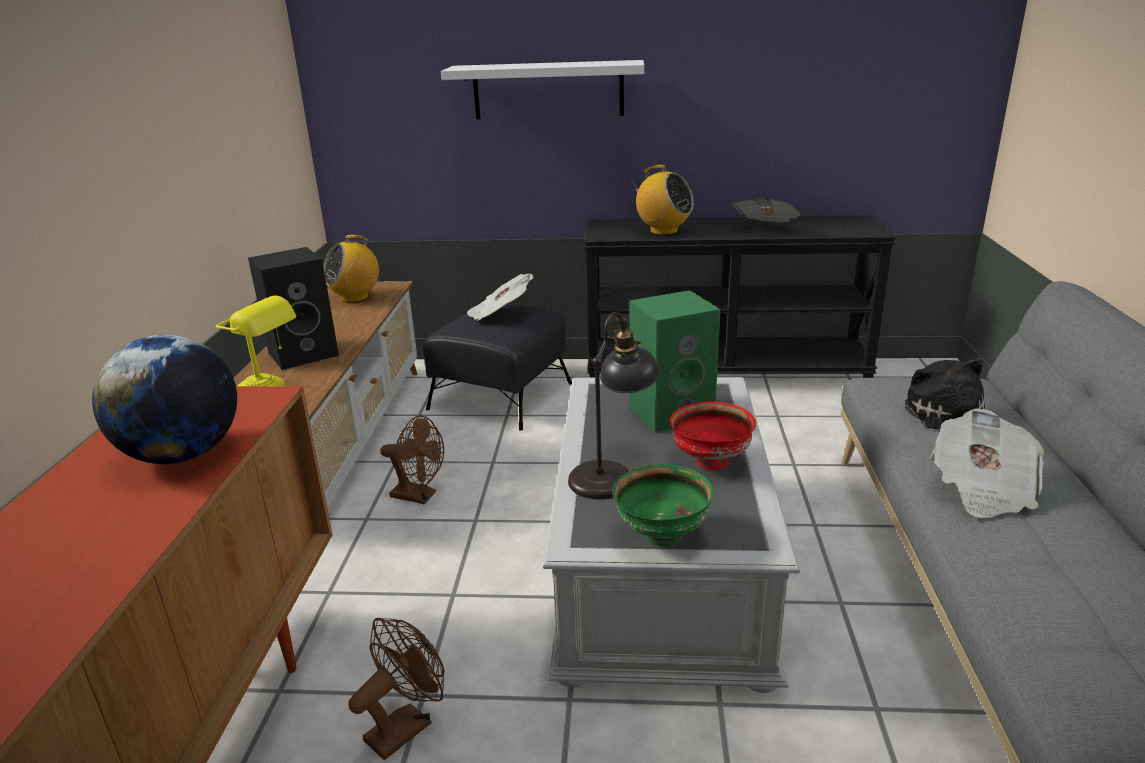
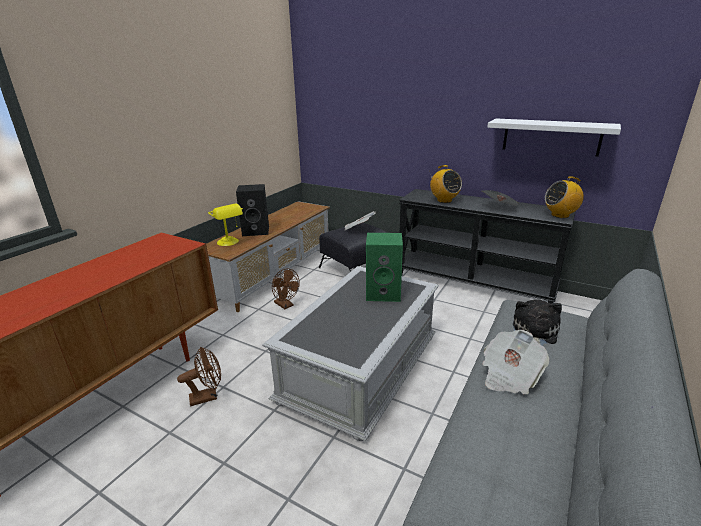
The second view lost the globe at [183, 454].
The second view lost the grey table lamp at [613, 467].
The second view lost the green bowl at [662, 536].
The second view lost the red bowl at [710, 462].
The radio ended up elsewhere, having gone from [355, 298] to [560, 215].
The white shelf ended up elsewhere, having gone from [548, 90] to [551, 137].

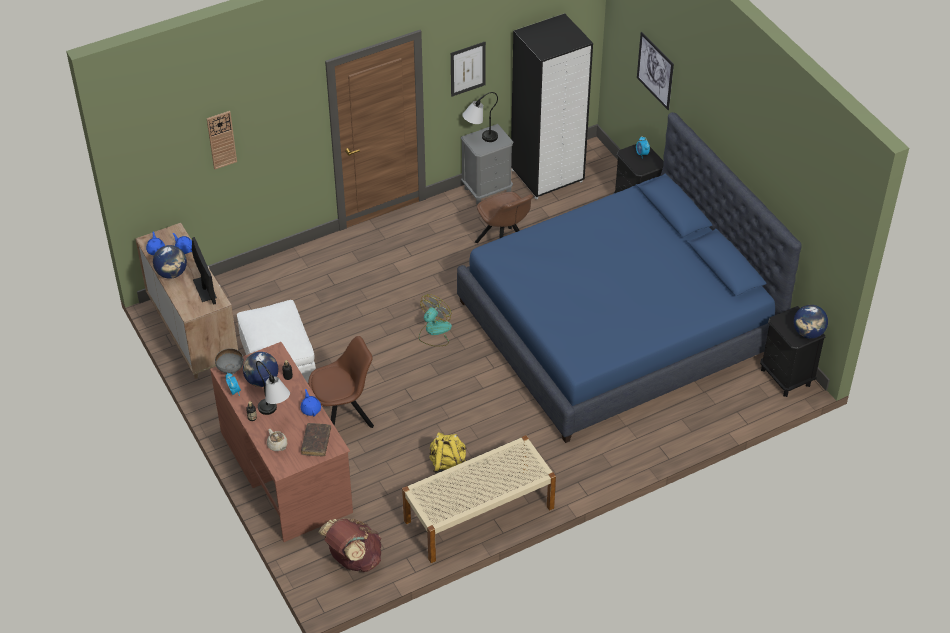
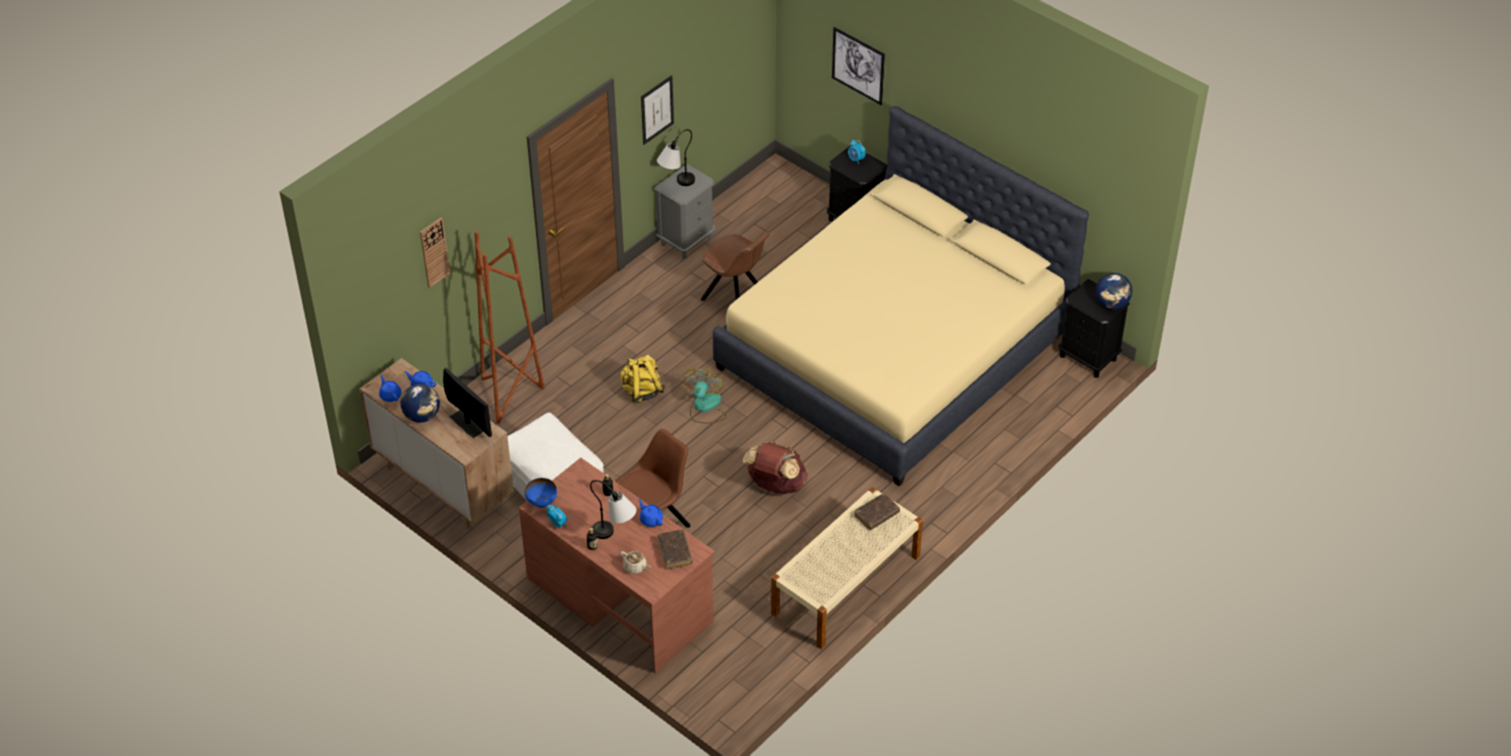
The second view lost the globe at [262, 381].
The second view lost the wardrobe at [547, 176].
The second view gained the brown clothes rack at [508, 396].
The second view gained the brown book at [876, 515].
The brown backpack ended up elsewhere, having gone from [353, 559] to [775, 485].
The yellow backpack ended up elsewhere, having gone from [448, 464] to [642, 391].
What was the grey bowl at [231, 370] turned into the blue bowl at [542, 502].
What was the blue bed at [618, 325] turned into the beige bed at [895, 349].

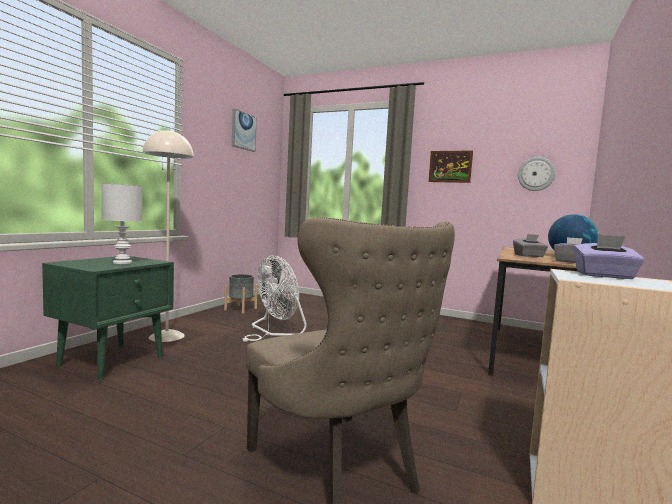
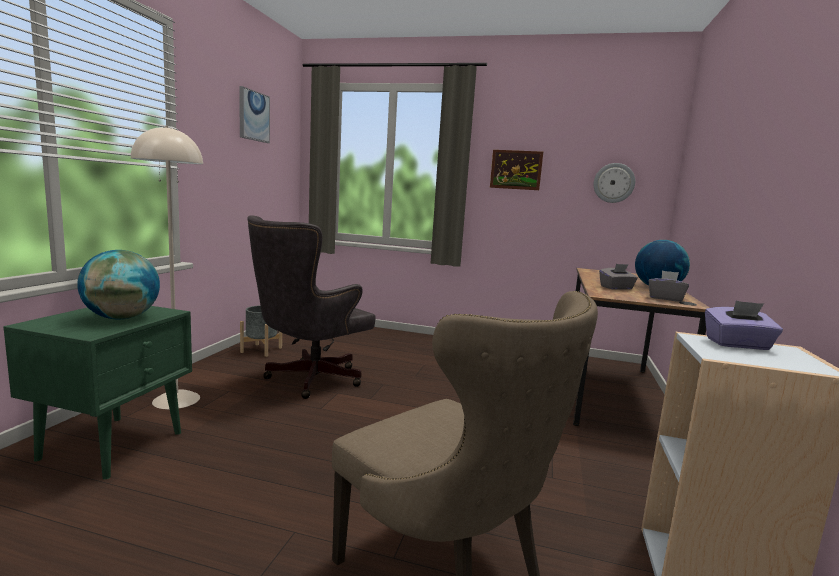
Where the white table lamp stood at [123, 262], the globe came to stand at [122, 318].
Where the white fan stood at [270, 330], the grey office chair came to stand at [309, 380].

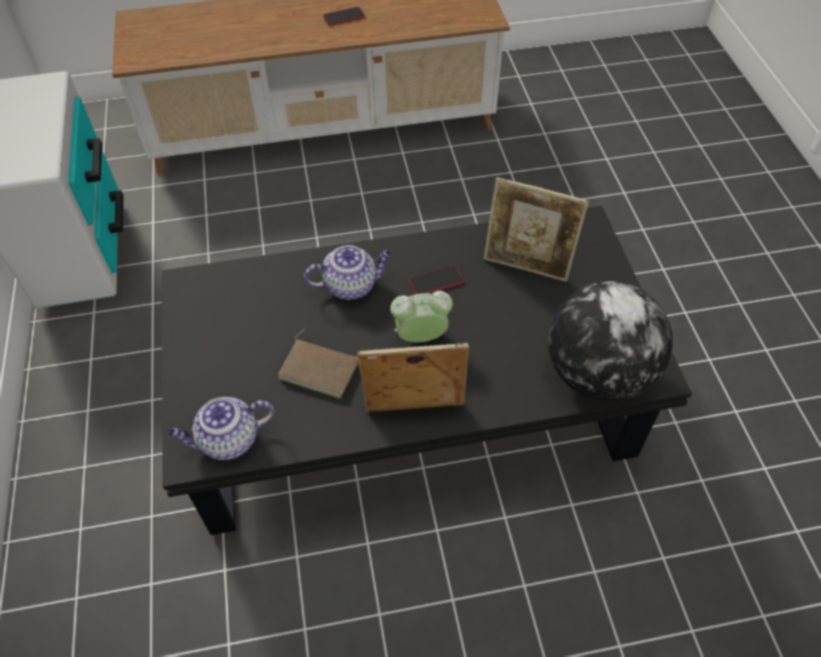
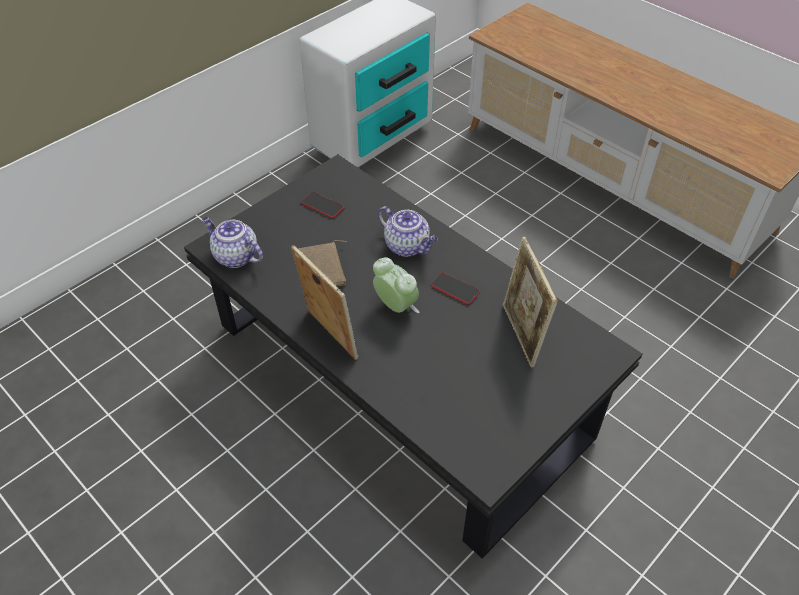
The second view lost the globe at [597, 373].
The phone ended up elsewhere, having gone from [344, 17] to [322, 205].

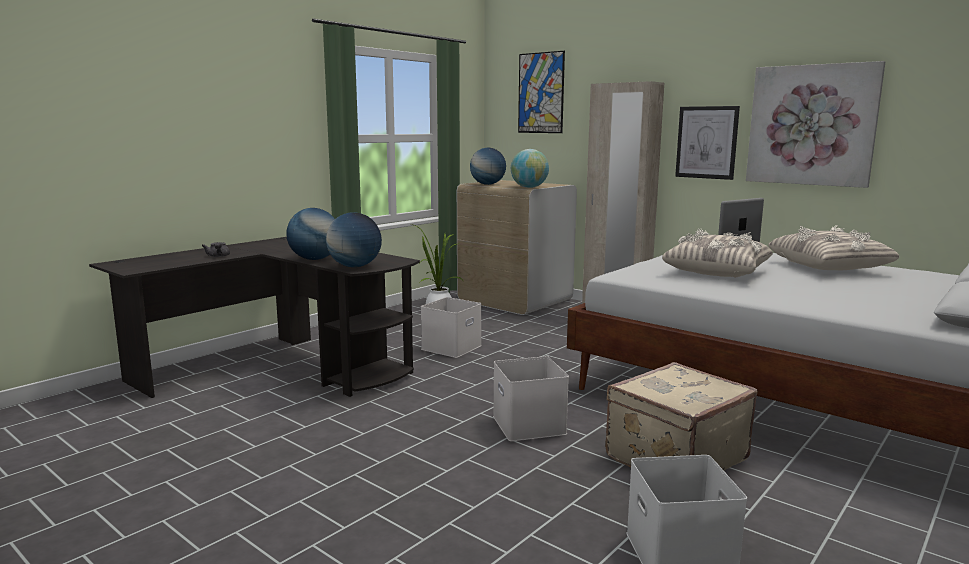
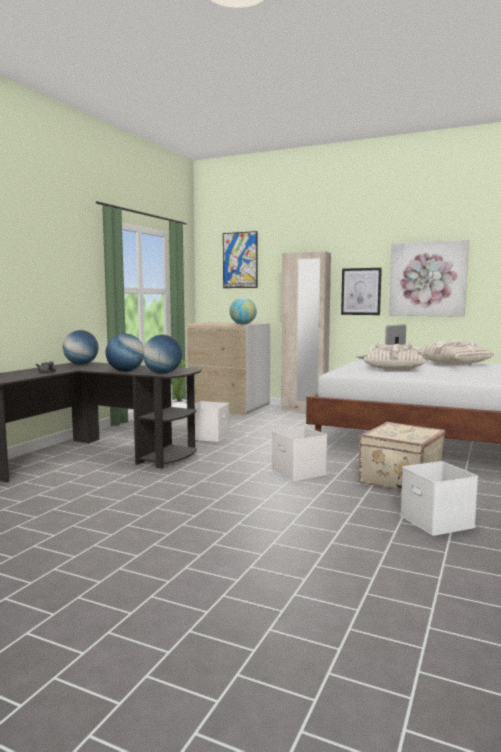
The globe ended up elsewhere, having gone from [487, 184] to [81, 364].

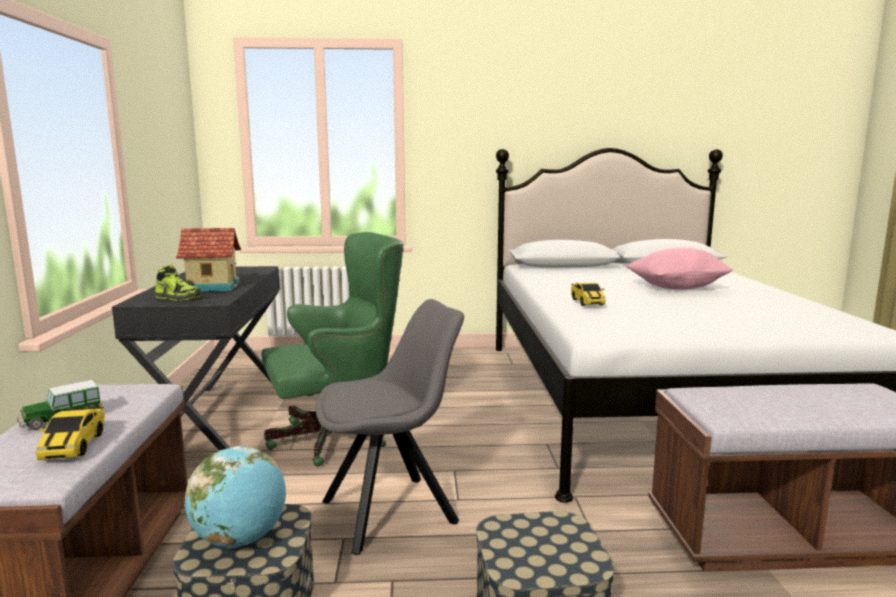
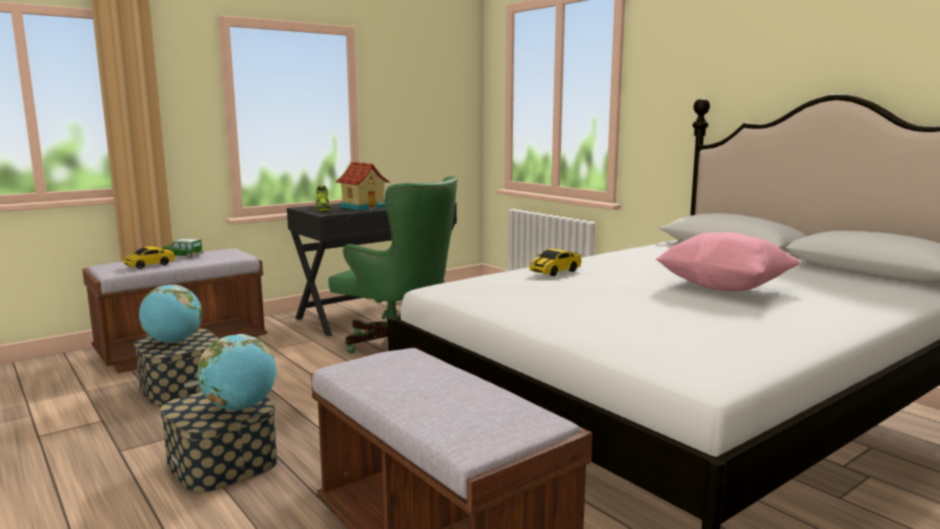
The second view lost the grey chair at [390, 512].
The second view gained the globe at [240, 407].

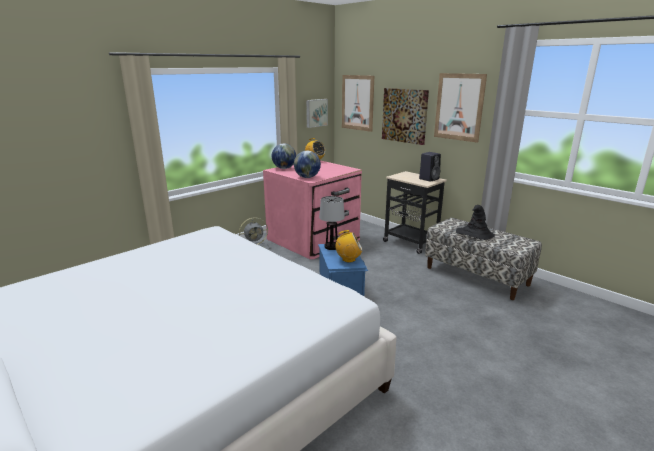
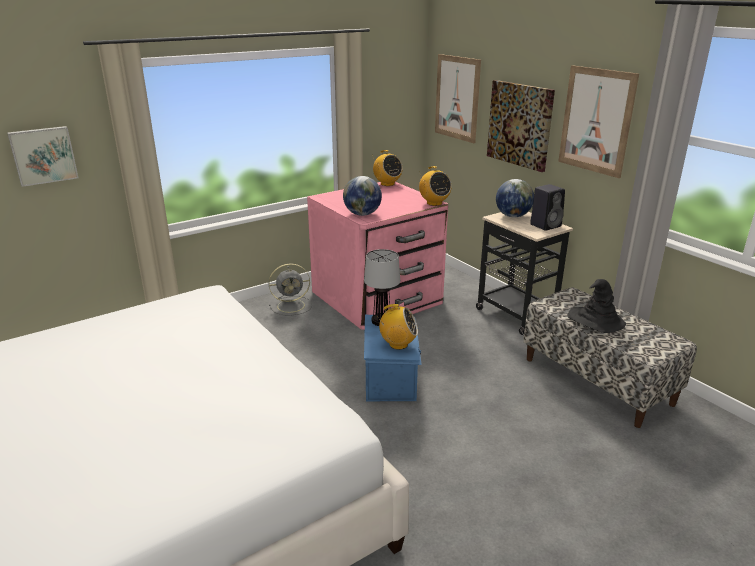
The second view gained the radio at [434, 203].
The globe ended up elsewhere, having gone from [284, 168] to [513, 216].
The picture ended up elsewhere, having gone from [316, 113] to [43, 155].

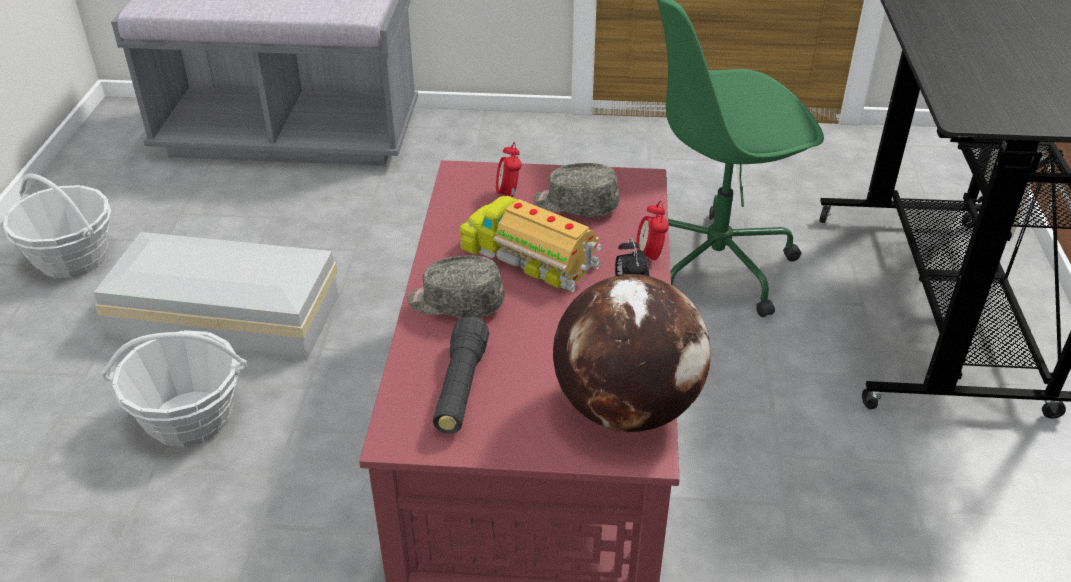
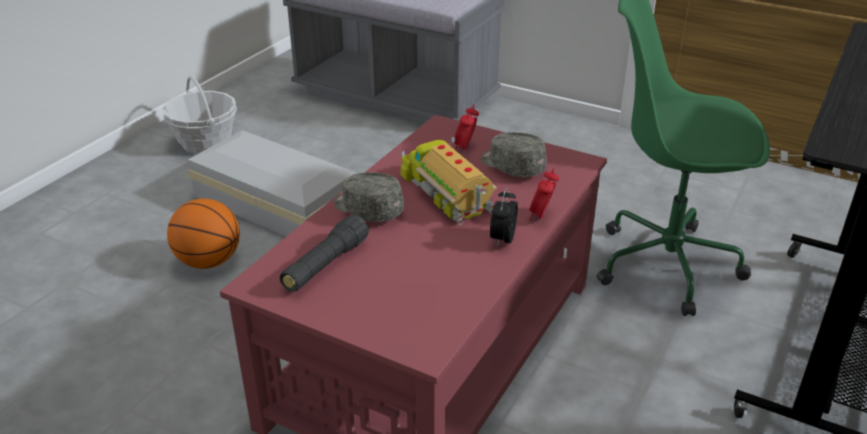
The second view lost the globe at [626, 408].
Where the basket stood at [190, 418], the basketball came to stand at [209, 261].

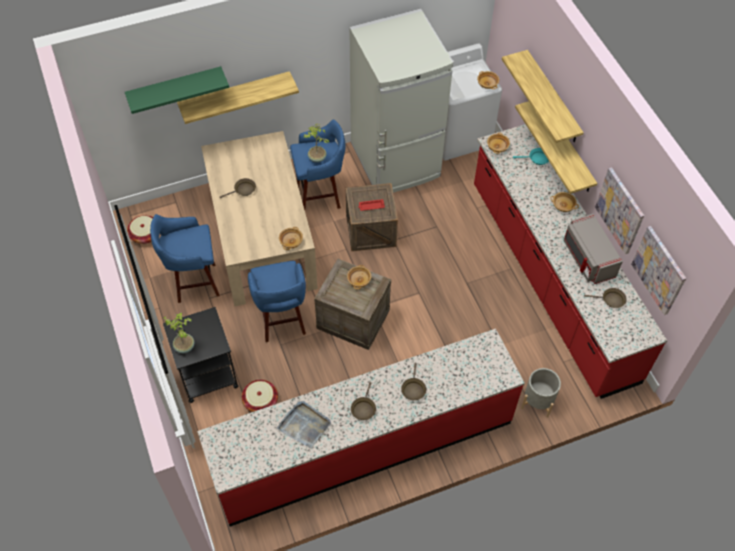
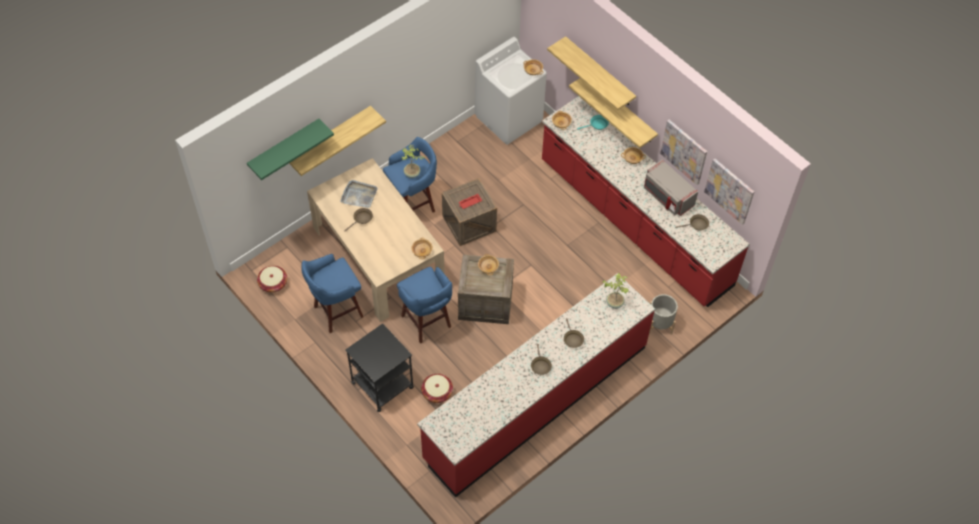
The second view lost the white fridge at [395, 160].
The potted plant ended up elsewhere, having gone from [184, 346] to [614, 303].
The grey tray ended up elsewhere, having gone from [304, 425] to [359, 195].

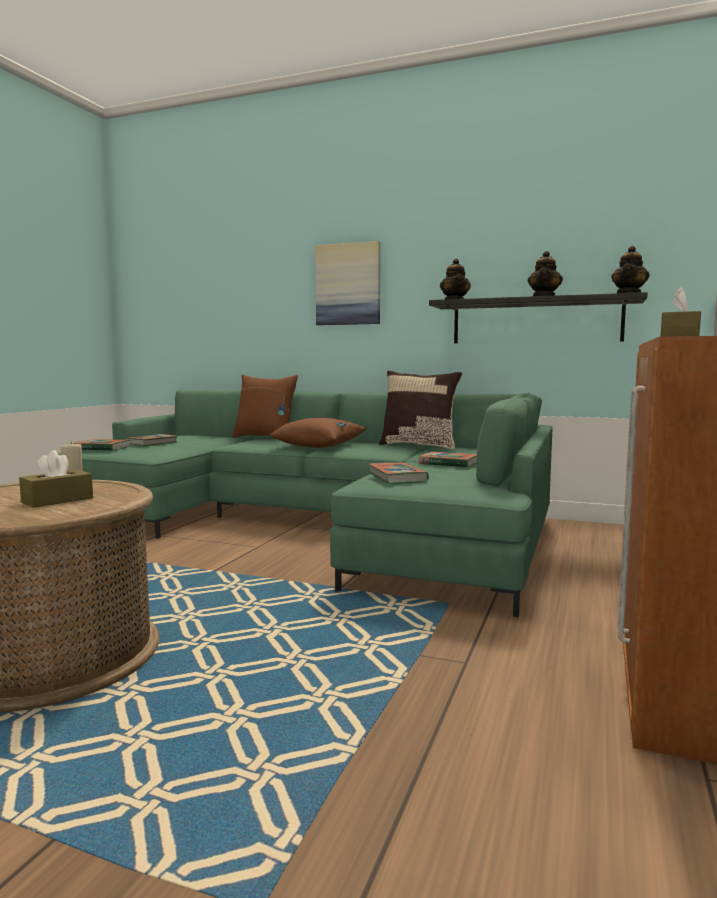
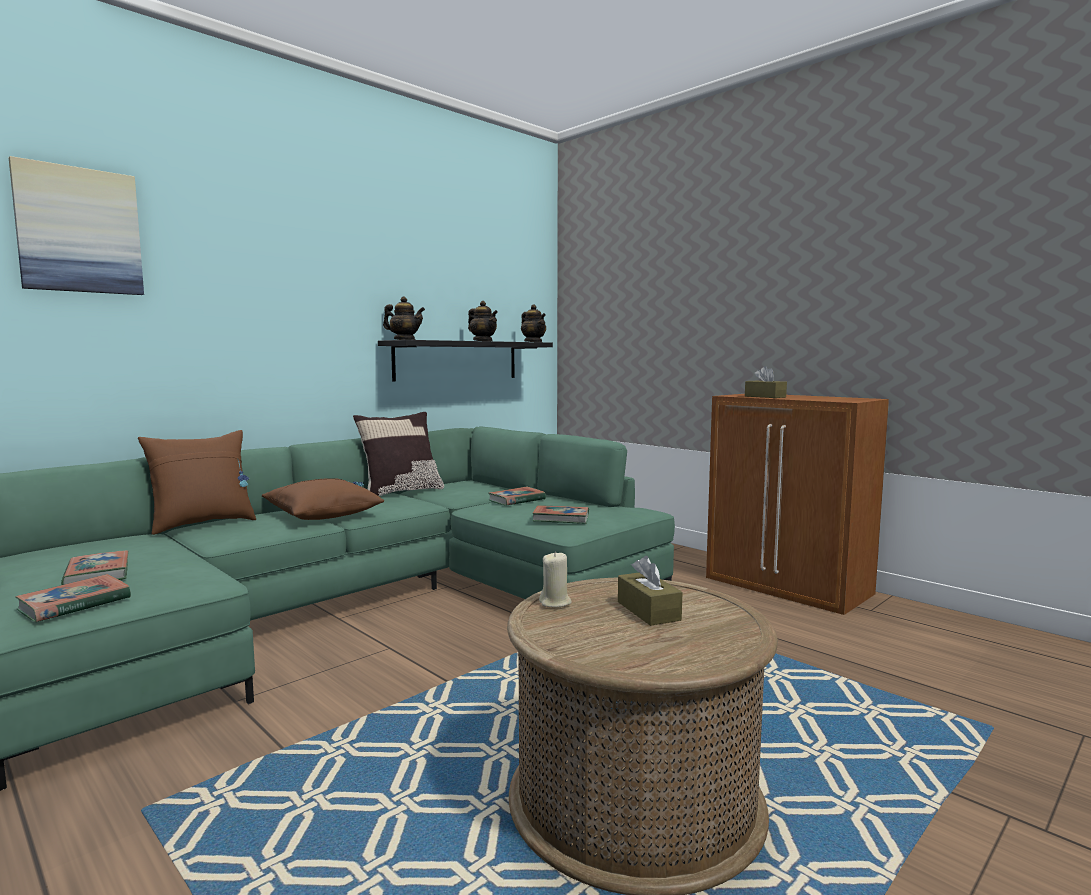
The picture ended up elsewhere, having gone from [348, 284] to [79, 230].

